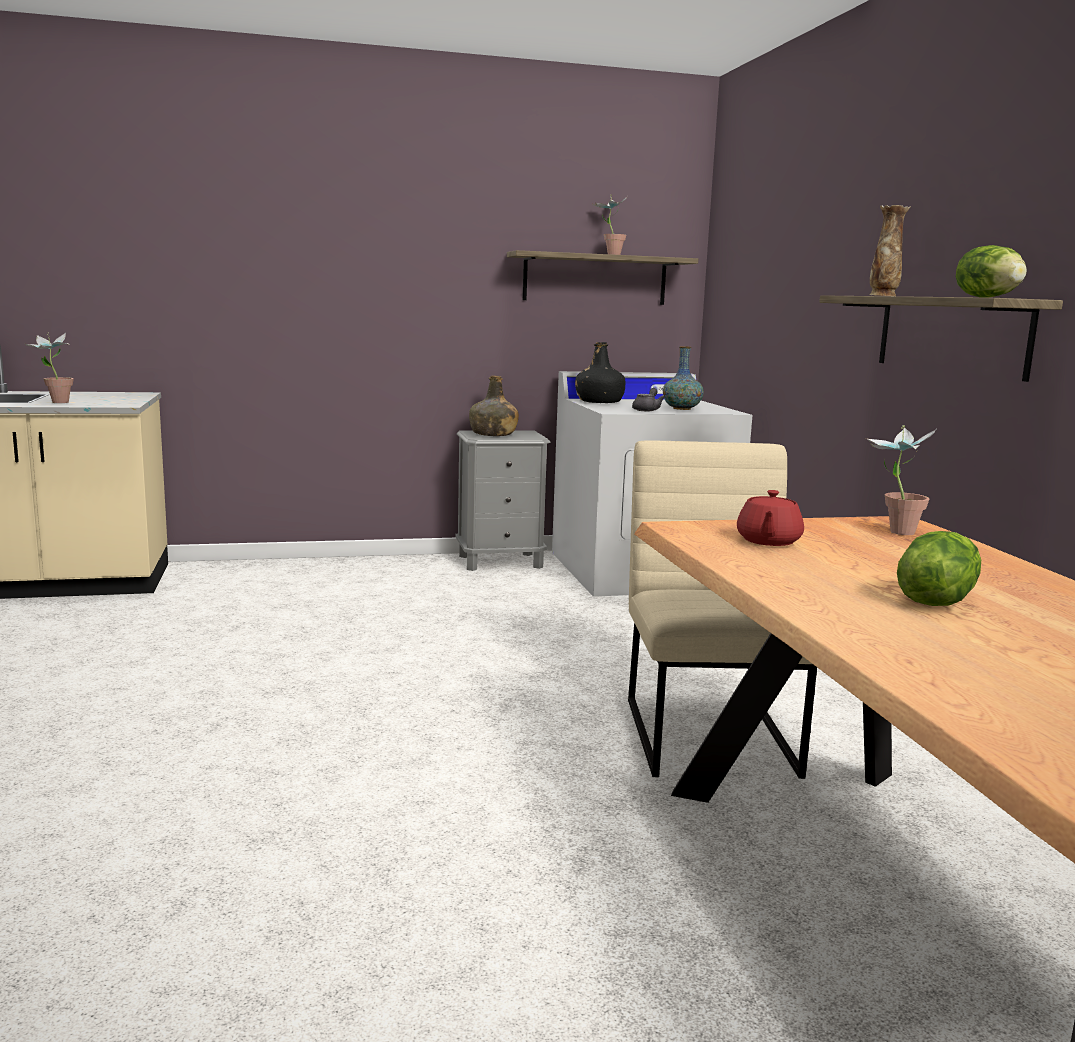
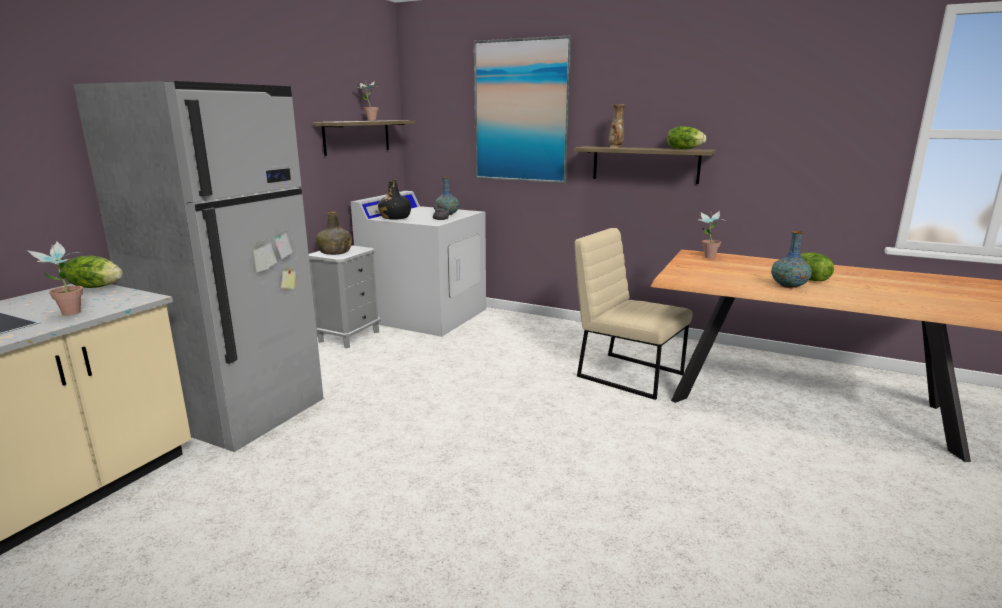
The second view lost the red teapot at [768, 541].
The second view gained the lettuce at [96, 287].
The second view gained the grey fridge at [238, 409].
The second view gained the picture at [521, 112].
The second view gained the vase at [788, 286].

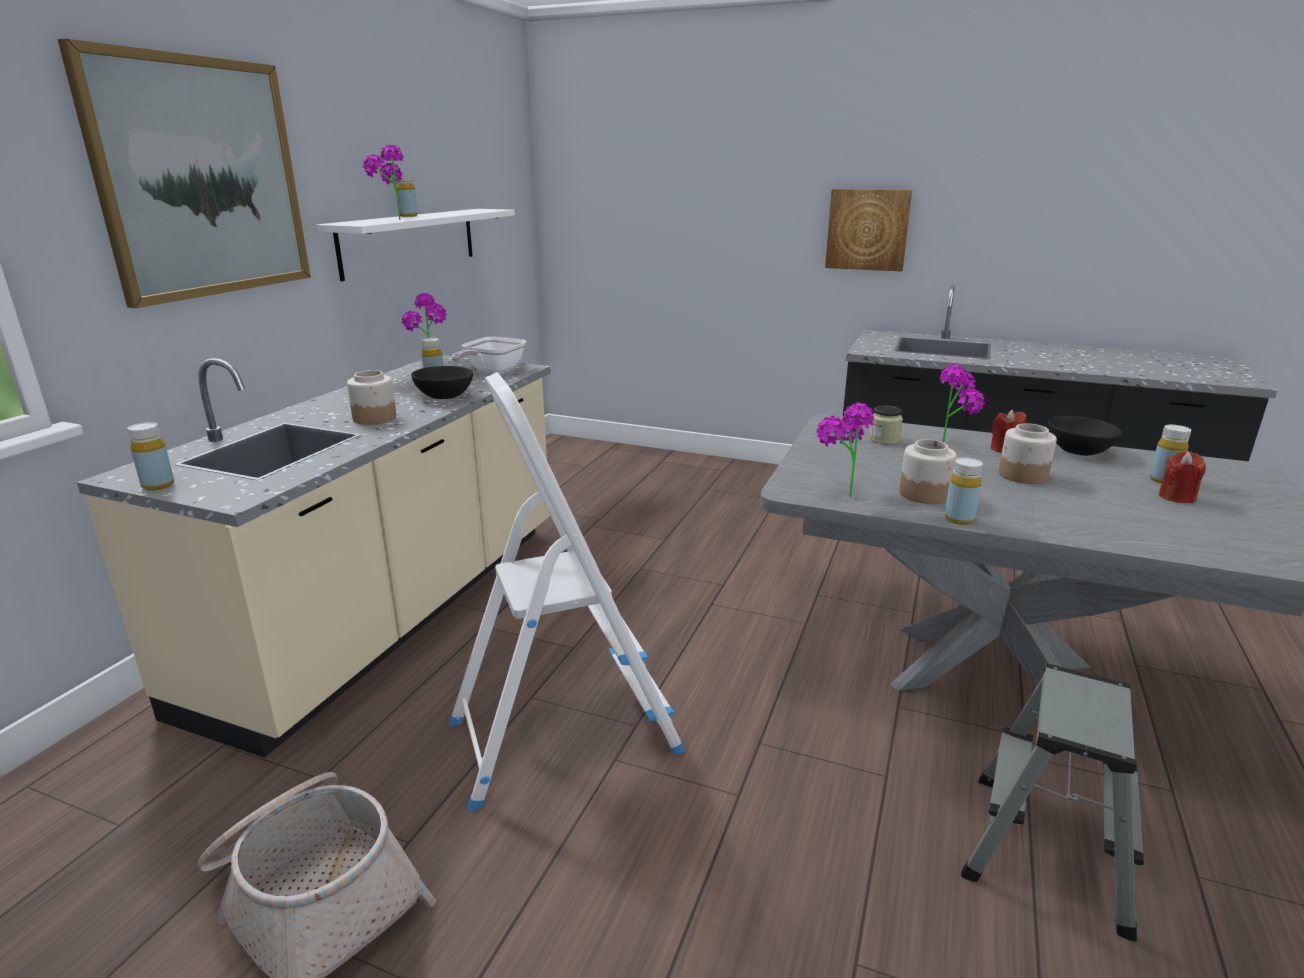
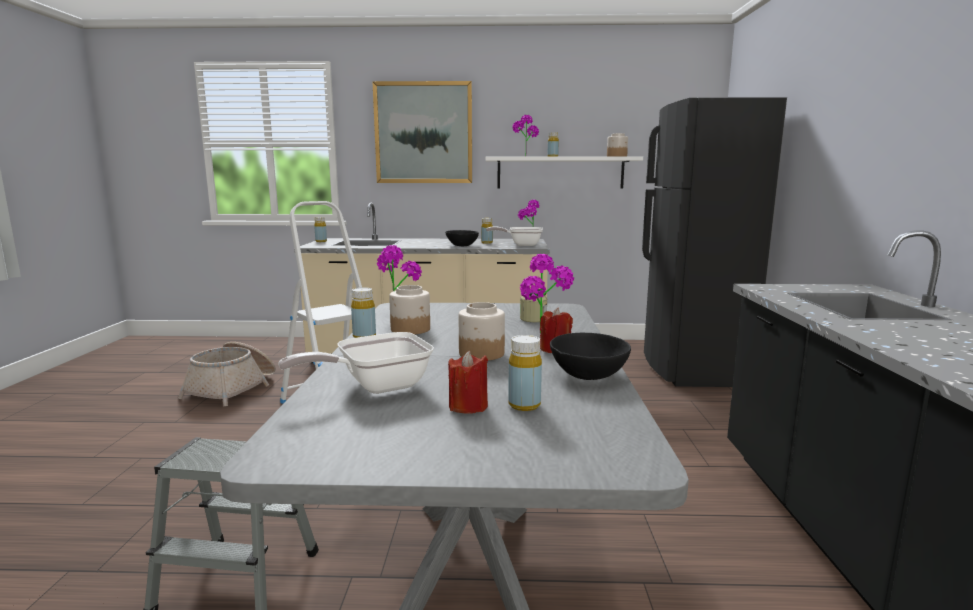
The second view lost the picture at [867, 229].
The second view gained the frying pan at [375, 386].
The second view gained the black fridge at [692, 370].
The jar ended up elsewhere, having gone from [375, 418] to [617, 156].

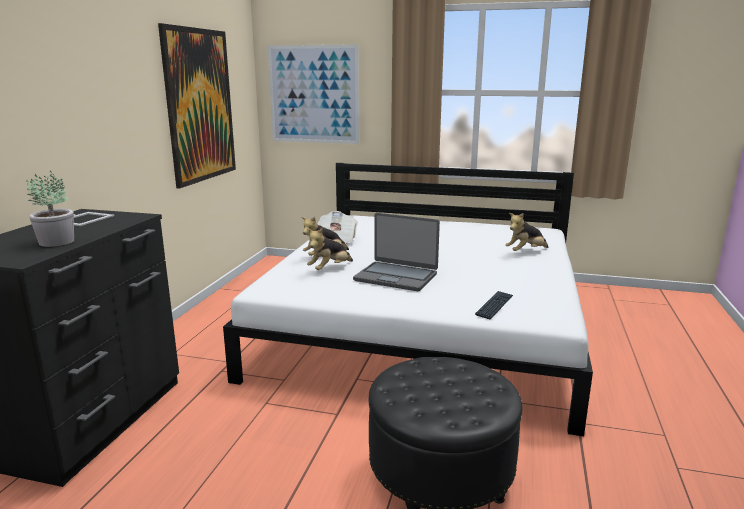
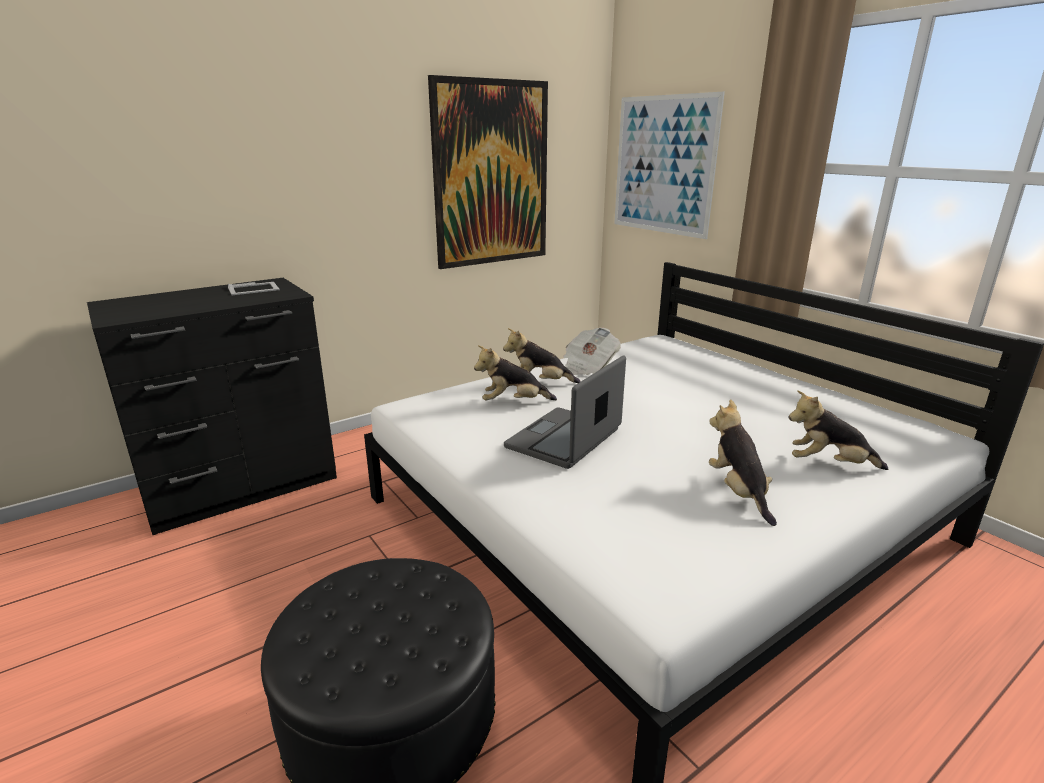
The second view lost the potted plant at [56, 241].
The second view lost the keyboard at [494, 306].
The second view gained the plush toy at [738, 492].
The laptop at [396, 277] ended up facing another way, 60 degrees clockwise from before.

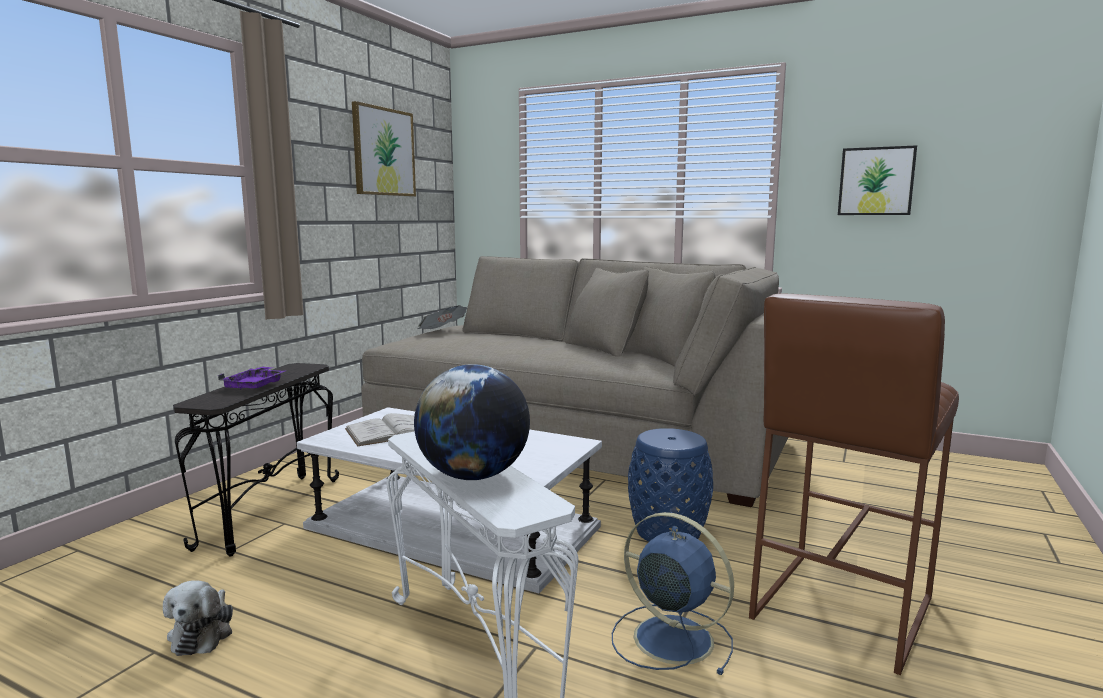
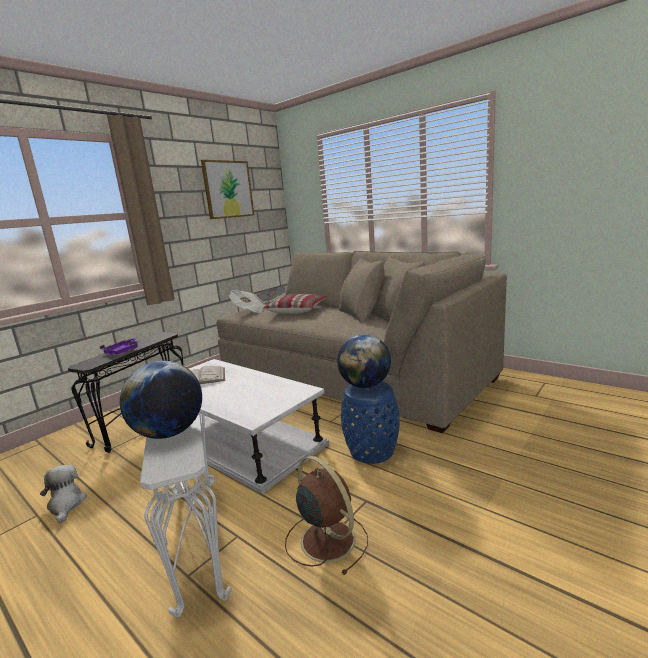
The second view lost the brown stool at [840, 609].
The second view lost the picture at [876, 181].
The second view gained the newspaper at [249, 310].
The second view gained the pillow at [297, 310].
The second view gained the globe at [365, 385].
What was the blue fan at [669, 638] turned into the brown fan at [326, 539].
The plush toy at [203, 633] ended up facing another way, 150 degrees clockwise from before.

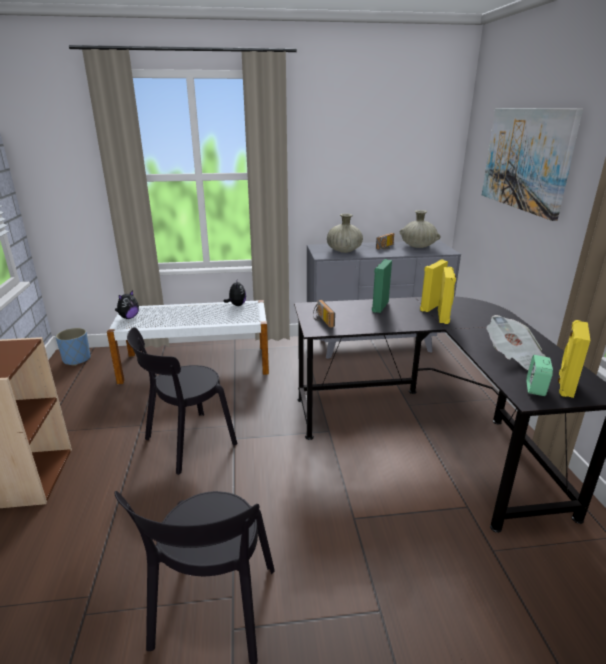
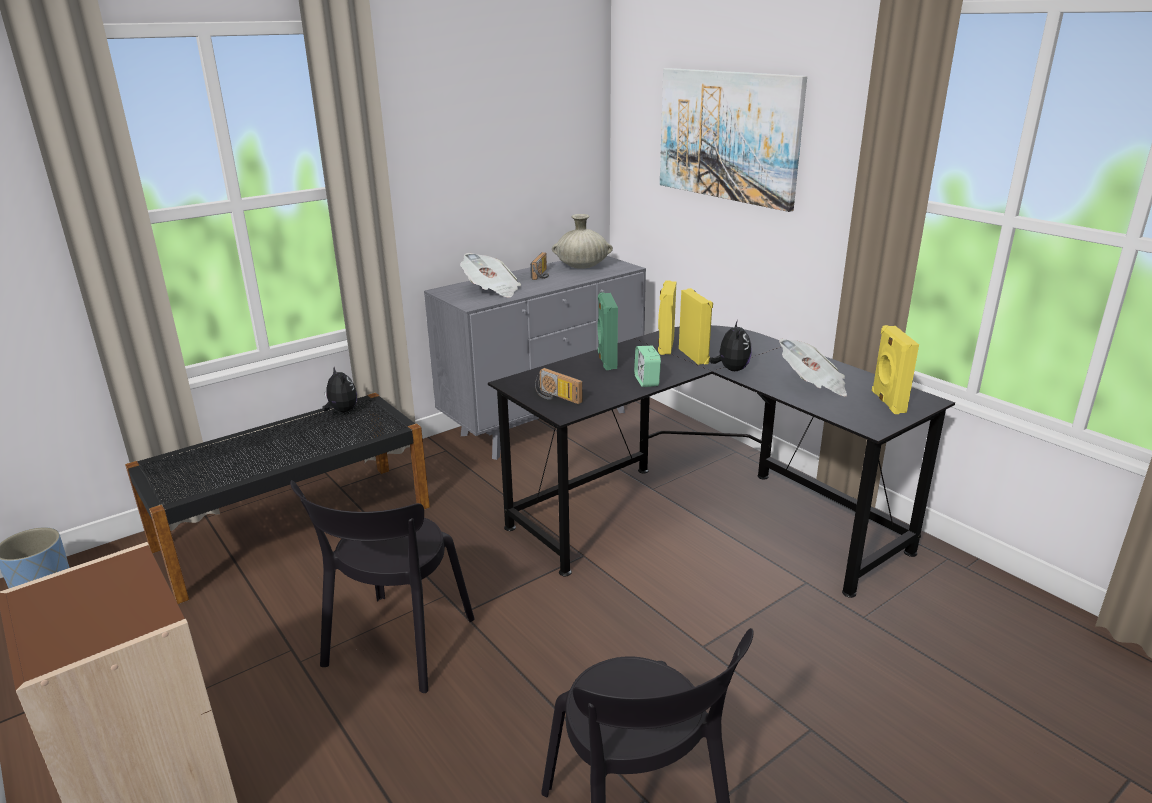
The plush toy ended up elsewhere, having gone from [129, 317] to [731, 369].
The alarm clock ended up elsewhere, having gone from [535, 388] to [646, 381].
Where the beige vase stood at [344, 251], the newspaper came to stand at [492, 290].
What was the white bench at [196, 363] turned into the black bench at [294, 526].

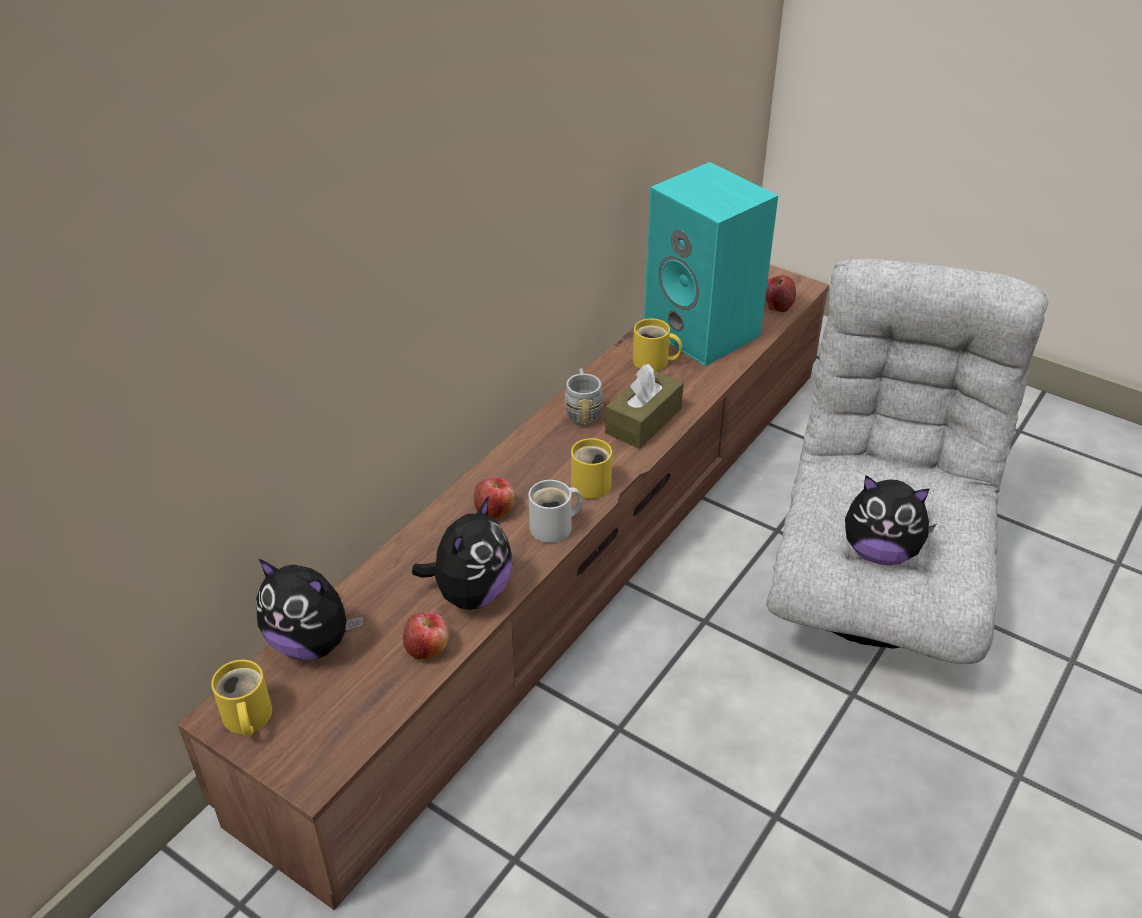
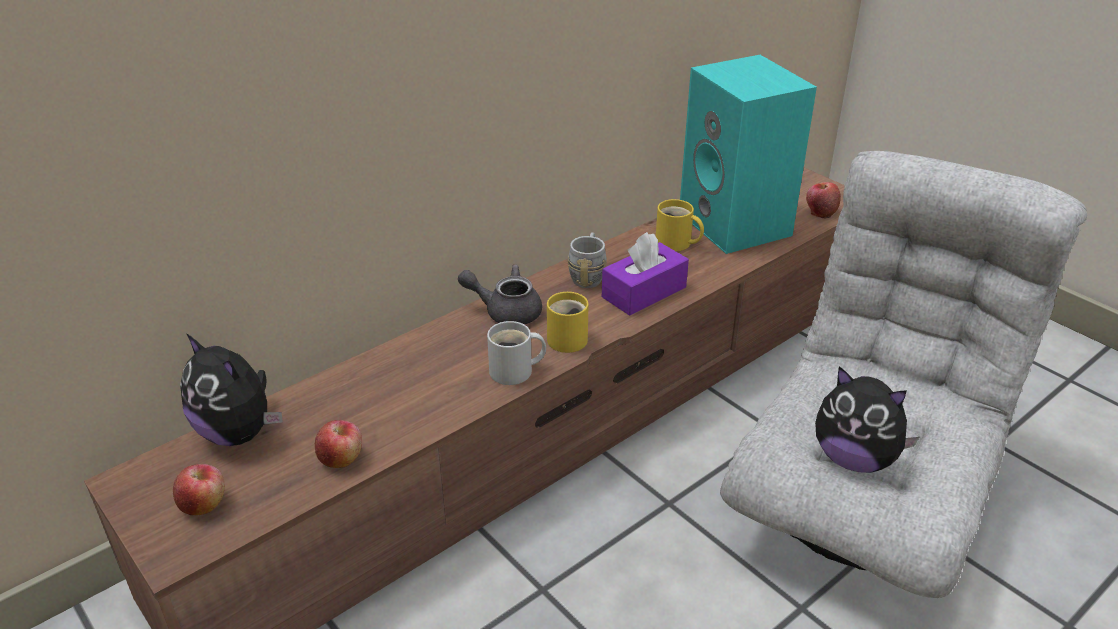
The second view lost the yellow mug at [246, 719].
The second view lost the plush toy at [470, 593].
The second view gained the grey teapot at [505, 311].
The apple ended up elsewhere, having gone from [495, 511] to [203, 504].
What was the brown tissue box at [643, 421] turned into the purple tissue box at [644, 292].

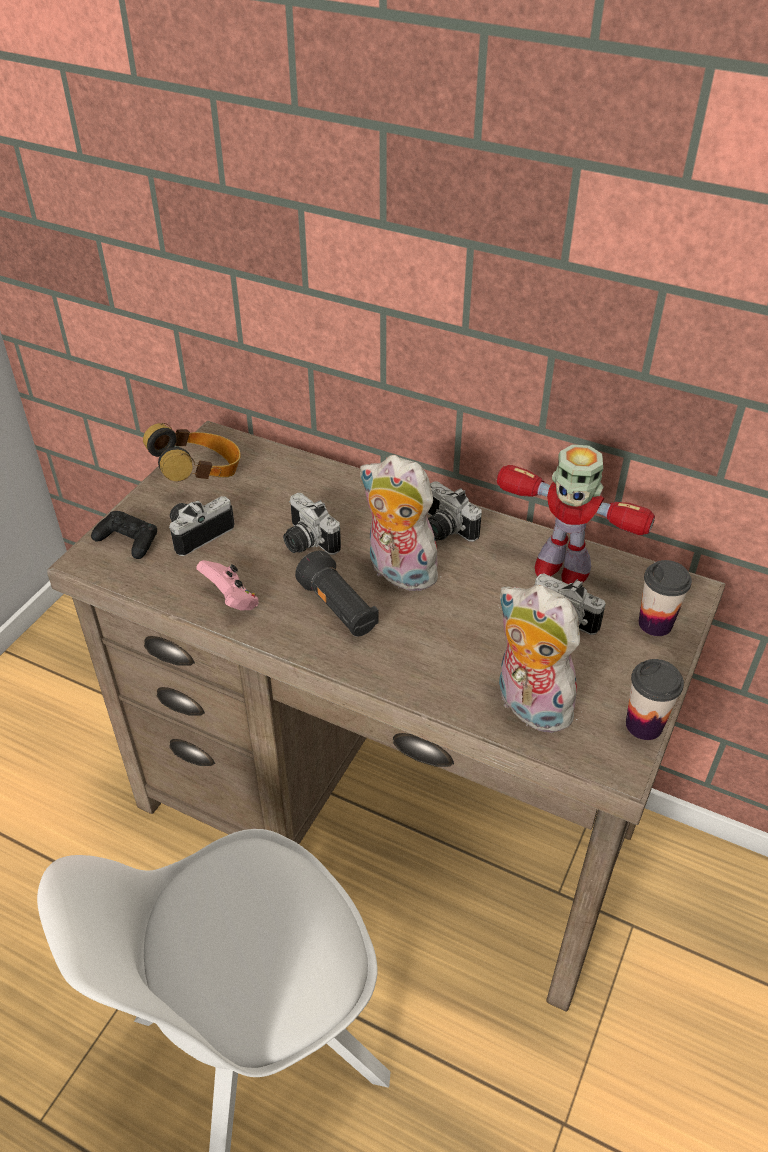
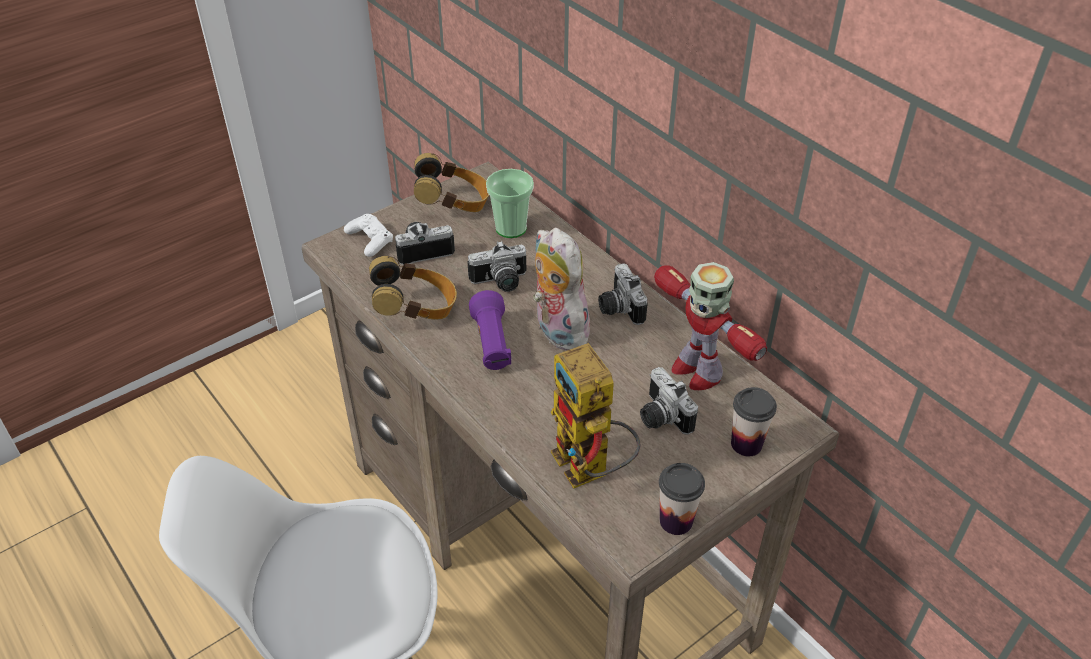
The second view gained the cup at [511, 228].
Where the pink game controller stood at [231, 600], the headphones came to stand at [416, 310].
Where the plush toy stood at [528, 706], the toy robot came to stand at [590, 471].
What was the black game controller at [128, 540] turned into the white game controller at [370, 240].
What was the black flashlight at [339, 609] turned into the purple flashlight at [492, 344].
The photo camera at [305, 542] ended up facing another way, 90 degrees counterclockwise from before.

